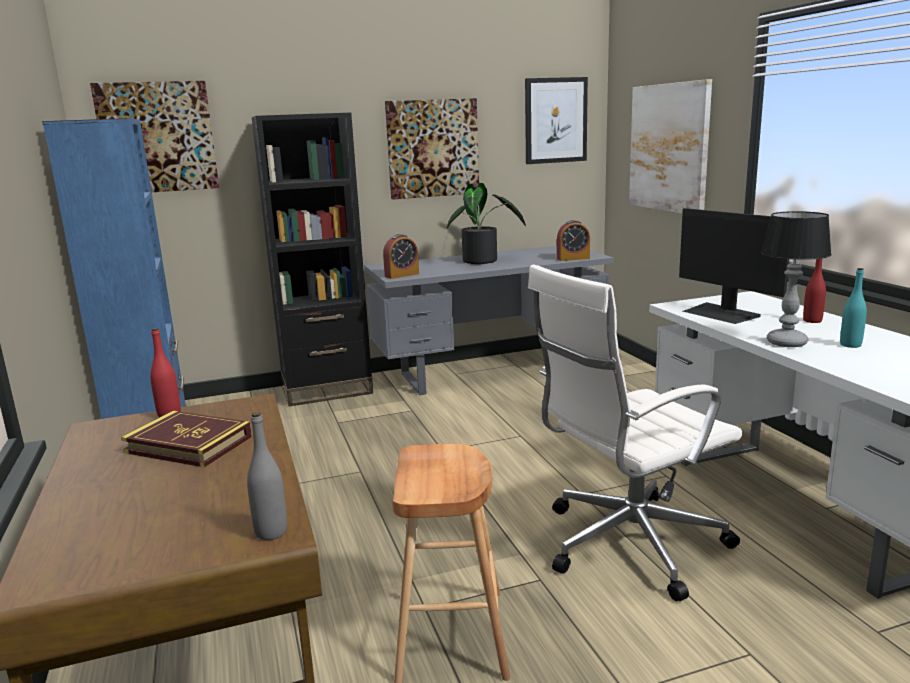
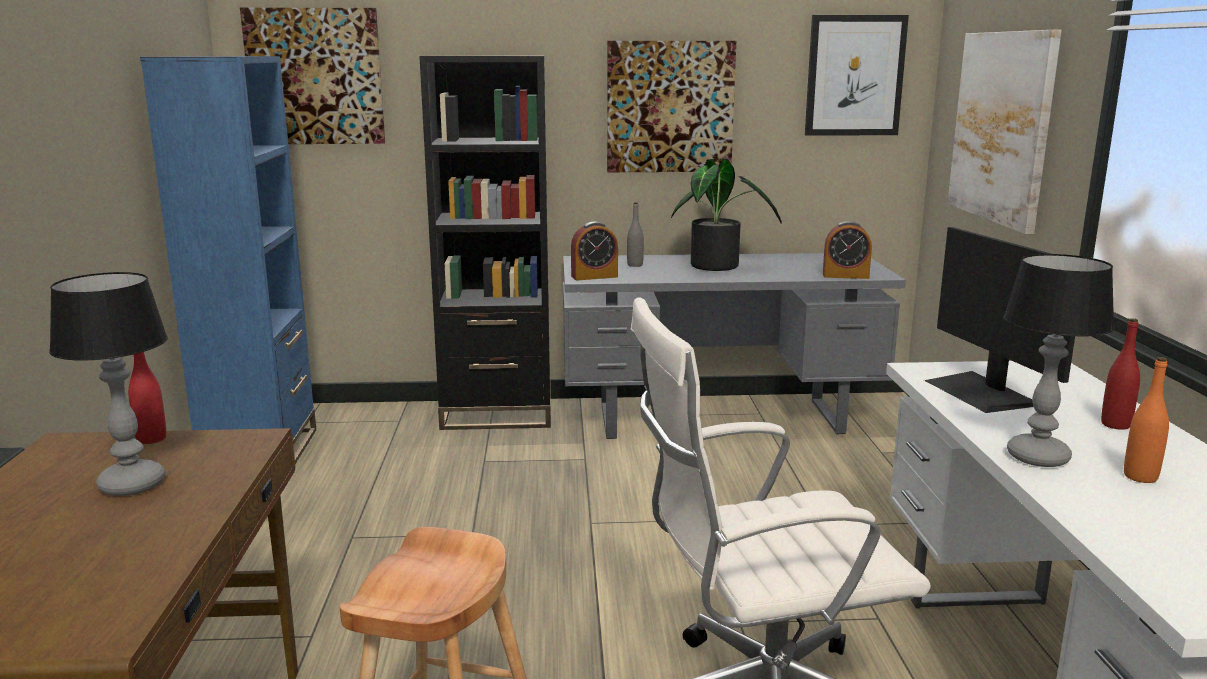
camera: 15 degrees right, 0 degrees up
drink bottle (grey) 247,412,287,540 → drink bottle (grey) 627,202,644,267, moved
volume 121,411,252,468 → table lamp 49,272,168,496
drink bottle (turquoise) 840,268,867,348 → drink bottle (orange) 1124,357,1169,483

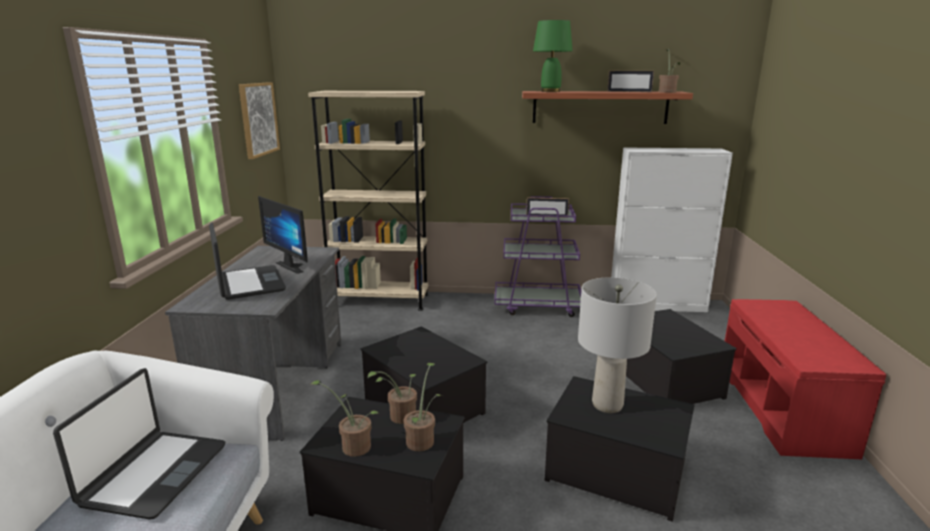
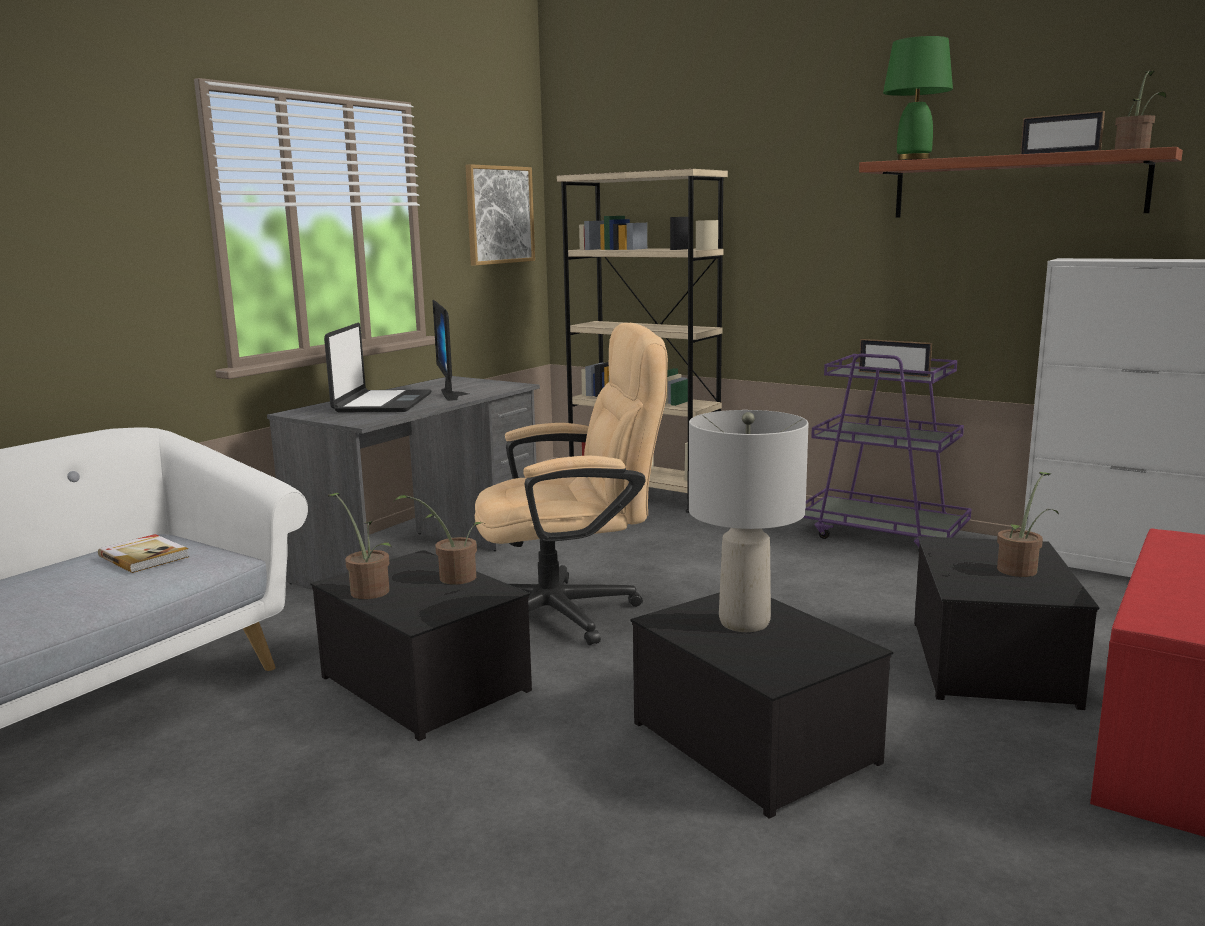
camera: 30 degrees right, 5 degrees down
potted plant 404,363,444,451 → potted plant 997,472,1059,577, moved
laptop 53,368,225,520 → volume 98,534,189,573
storage bin 361,326,487,423 → office chair (sand-coloured) 475,323,668,645

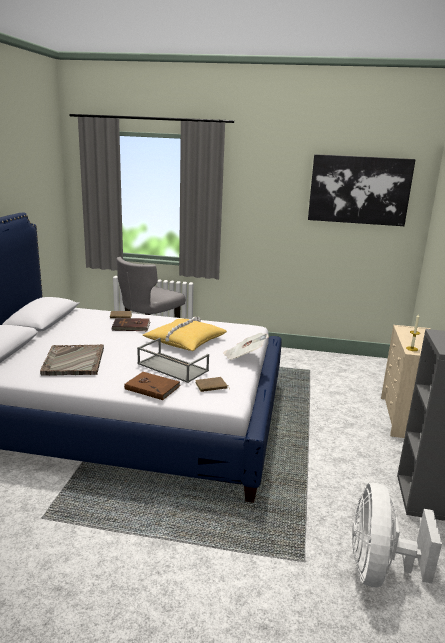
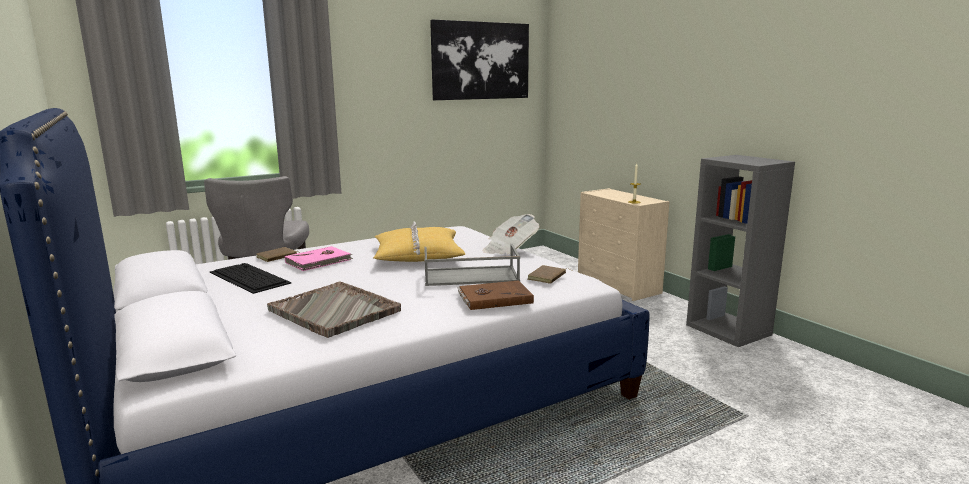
camera: 40 degrees left, 5 degrees down
fan (white-coloured) 352,483,442,587 → -
- → computer keyboard 210,263,291,294
volume (brown-coloured) 111,318,150,331 → volume (pinkish) 285,246,353,271

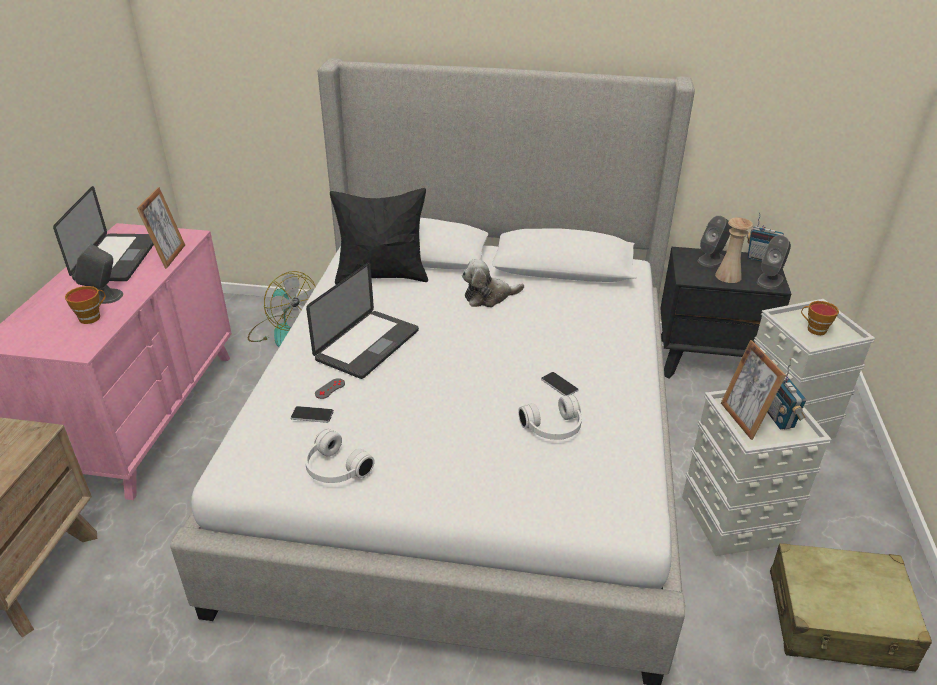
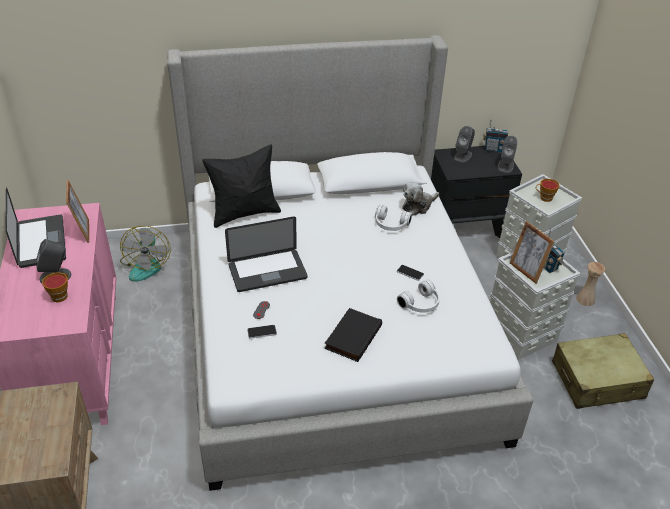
camera: 20 degrees left, 5 degrees up
- → volume (black-coloured) 324,308,382,362
headphones (white-coloured) 305,428,374,483 → headphones (white-coloured) 375,205,412,231, moved
soft toy 462,259,524,307 → soft toy 402,182,439,216, moved
flower vase (sand-coloured) 715,218,753,283 → flower vase (sand-coloured) 576,262,605,306, moved
fan 248,271,316,347 → fan 120,226,171,281, 60 degrees clockwise
laptop 306,262,419,379 → laptop 225,217,308,292, 60 degrees clockwise

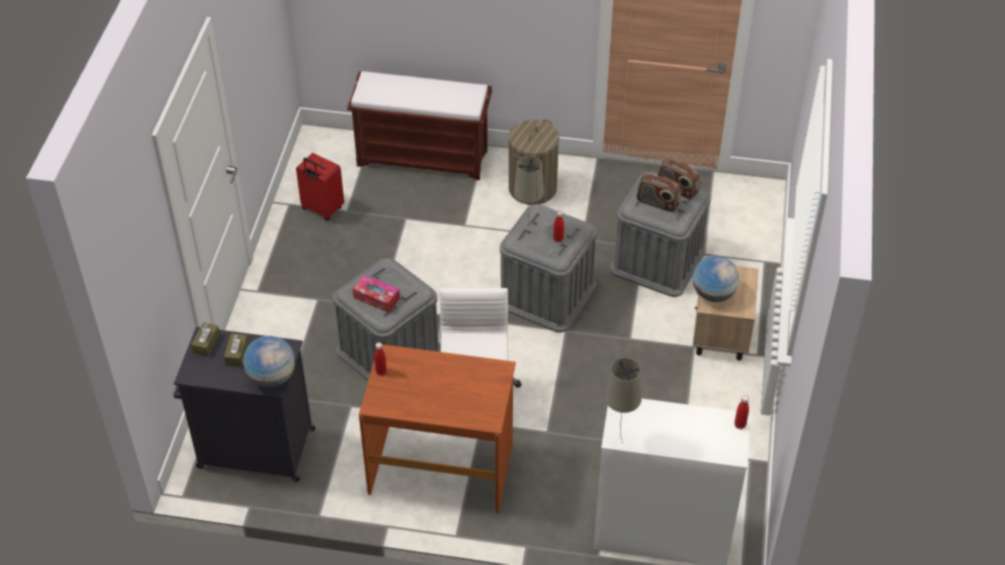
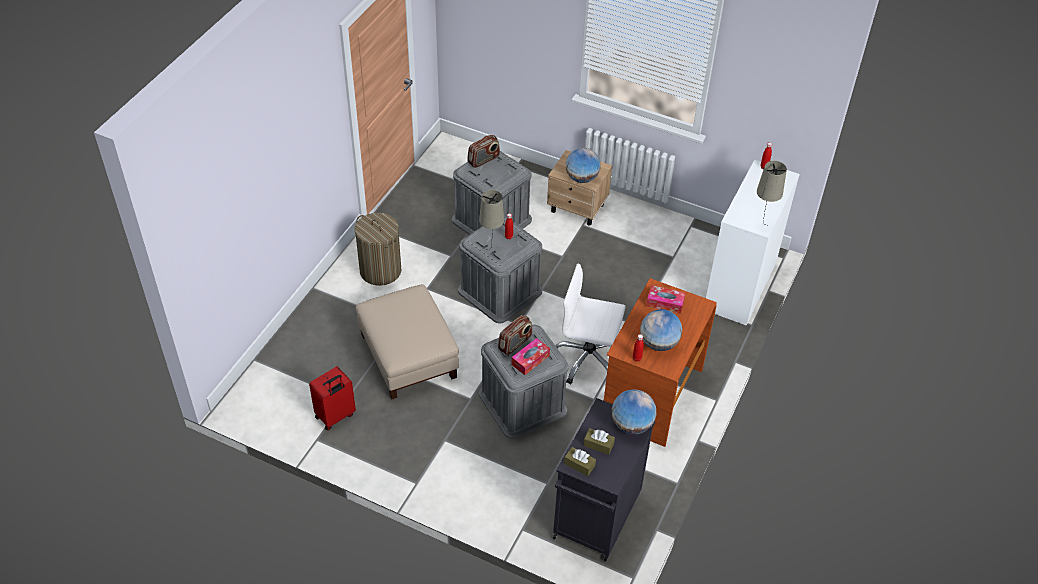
camera: 75 degrees left, 0 degrees up
bench (brown-coloured) 347,71,492,180 → -
- → pouffe (sand-coloured) 356,284,459,399
- → desk globe 640,309,682,351
- → tissue box 646,285,685,314
radio 637,173,681,212 → radio 498,315,533,356, moved

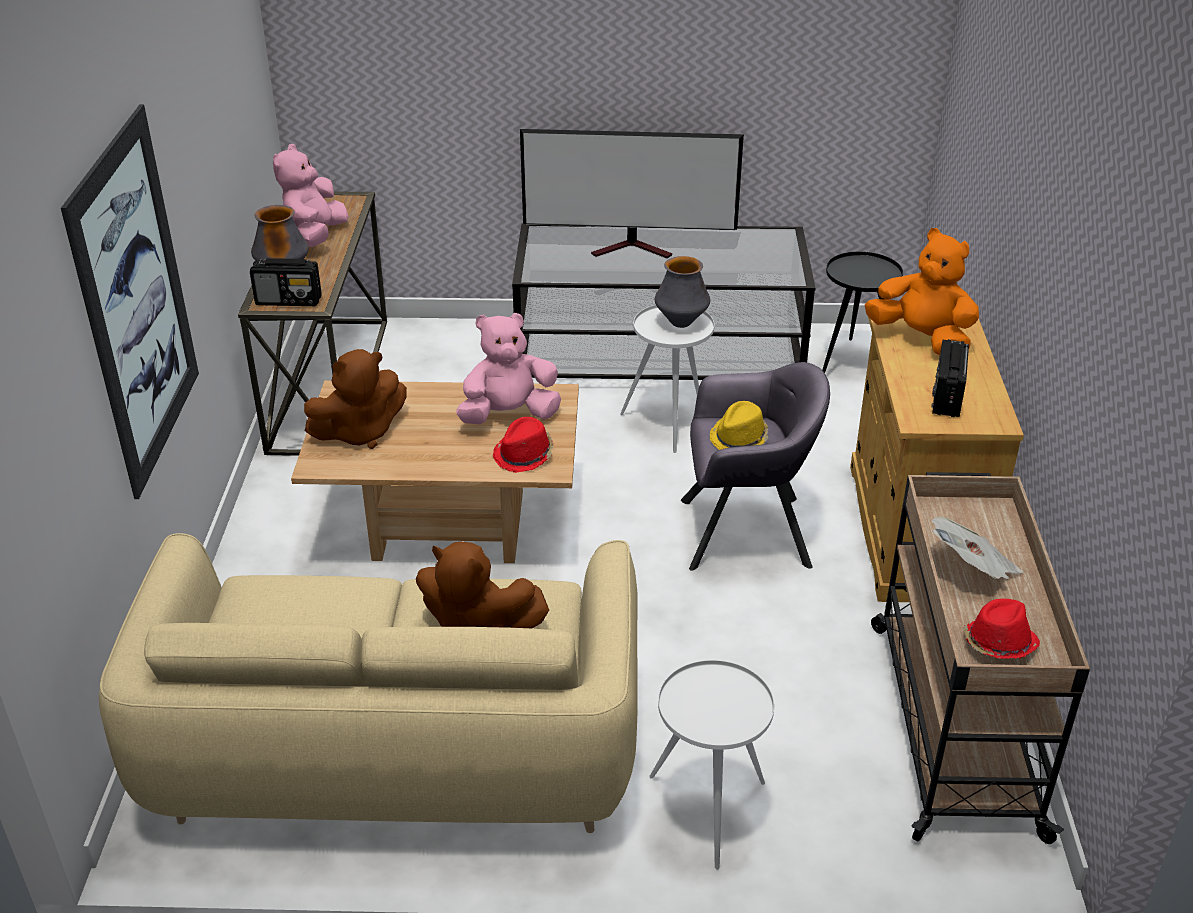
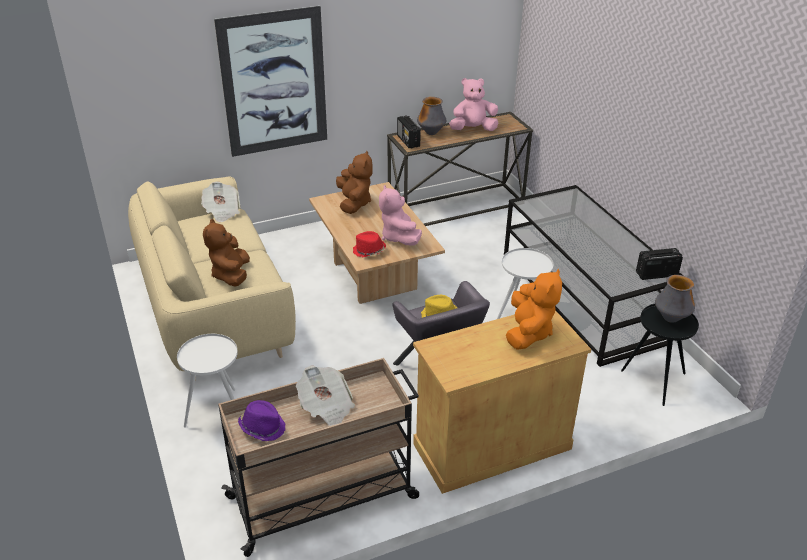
camera: 65 degrees right, 0 degrees up
television 520,129,744,258 → -
- → newspaper 201,182,240,222
flower vase 655,256,710,328 → flower vase 655,275,695,323, moved
radio 931,339,969,417 → radio 636,248,683,280, moved
hat (red) 963,599,1040,659 → hat (purple) 238,400,285,441
soft toy (brown-coloured) 304,349,407,449 → soft toy (brown-coloured) 336,150,373,214, 135 degrees counterclockwise
soft toy (pinkish) 456,313,561,424 → soft toy (pinkish) 379,185,422,246, 150 degrees counterclockwise

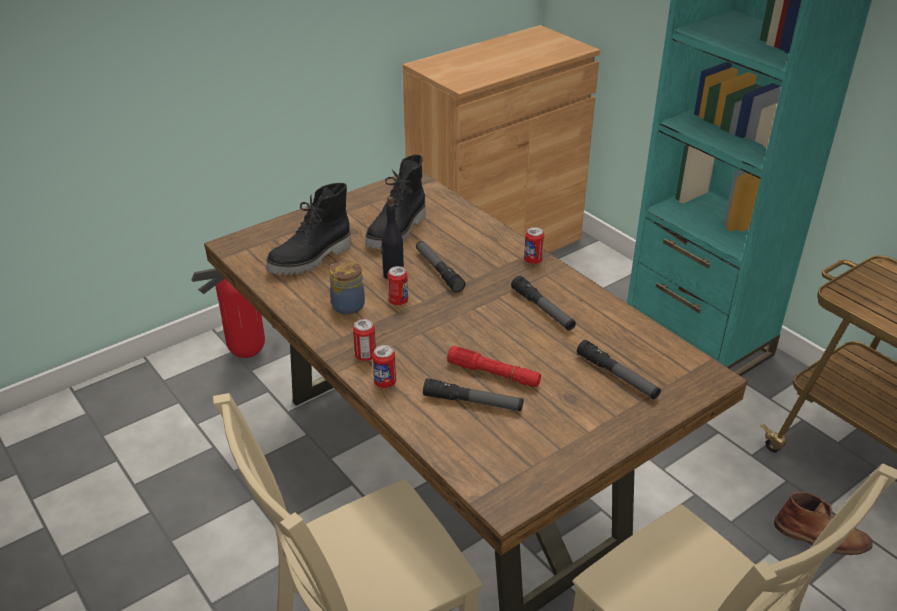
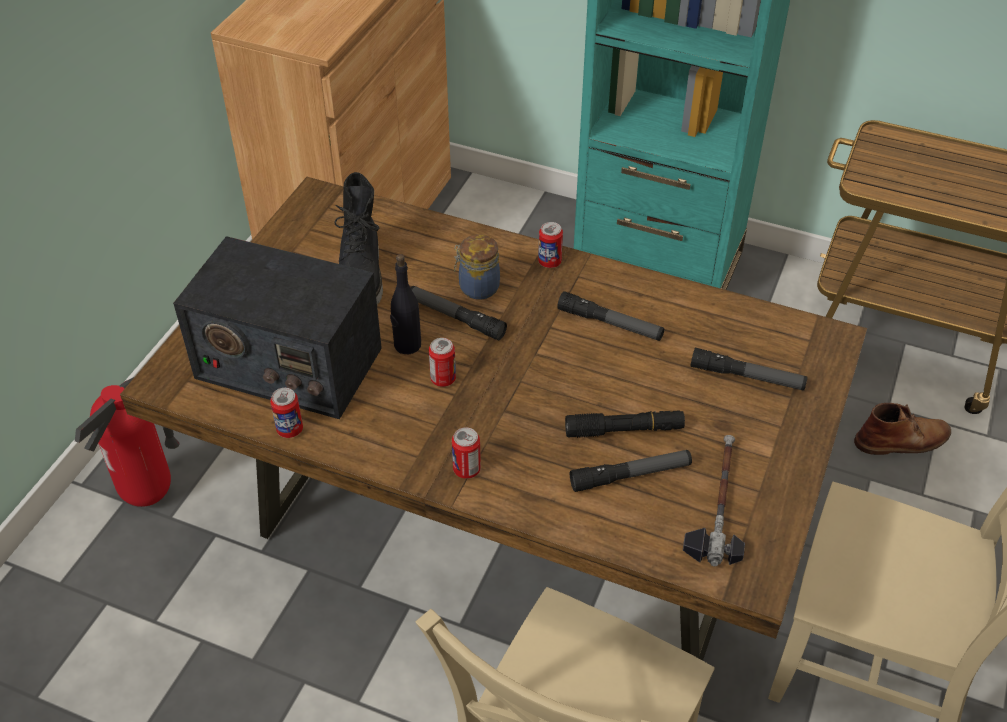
camera: 30 degrees left, 10 degrees up
- → hammer 683,435,745,566
jar 329,261,365,315 → jar 454,235,500,300, moved
sealed can 373,345,396,388 → sealed can 270,388,303,438, moved
boot (black-coloured) 266,183,352,275 → radio 173,236,382,419
torch (red) 447,346,541,387 → torch (black-coloured) 565,410,685,438

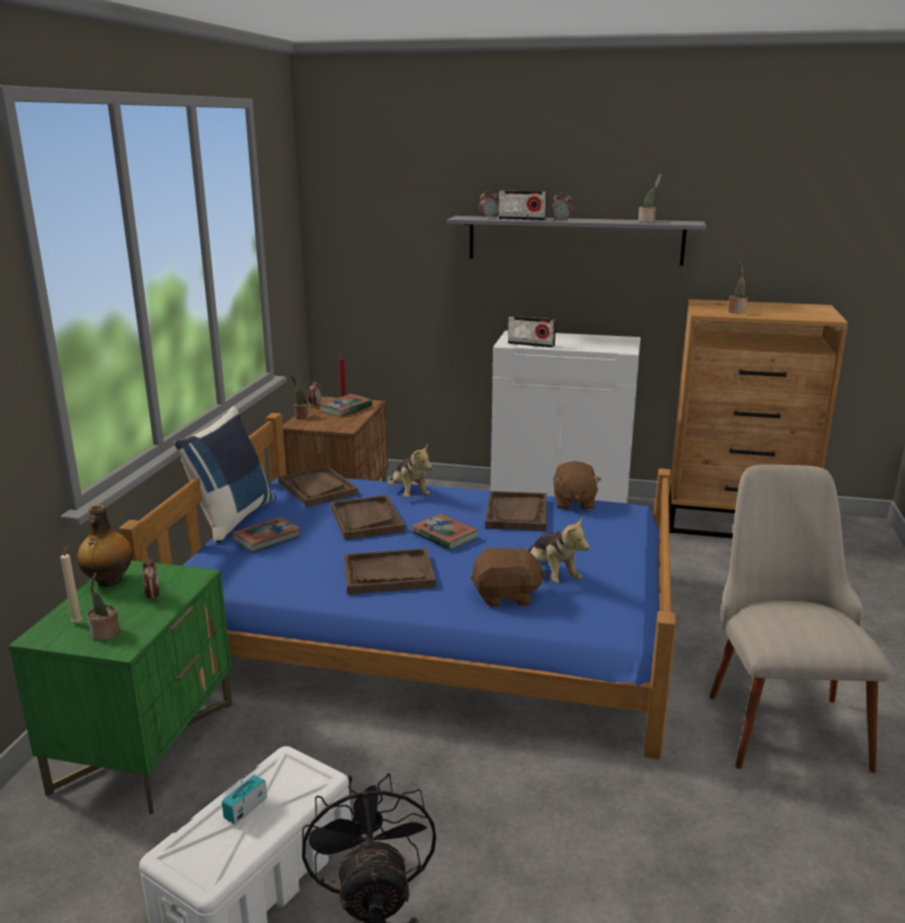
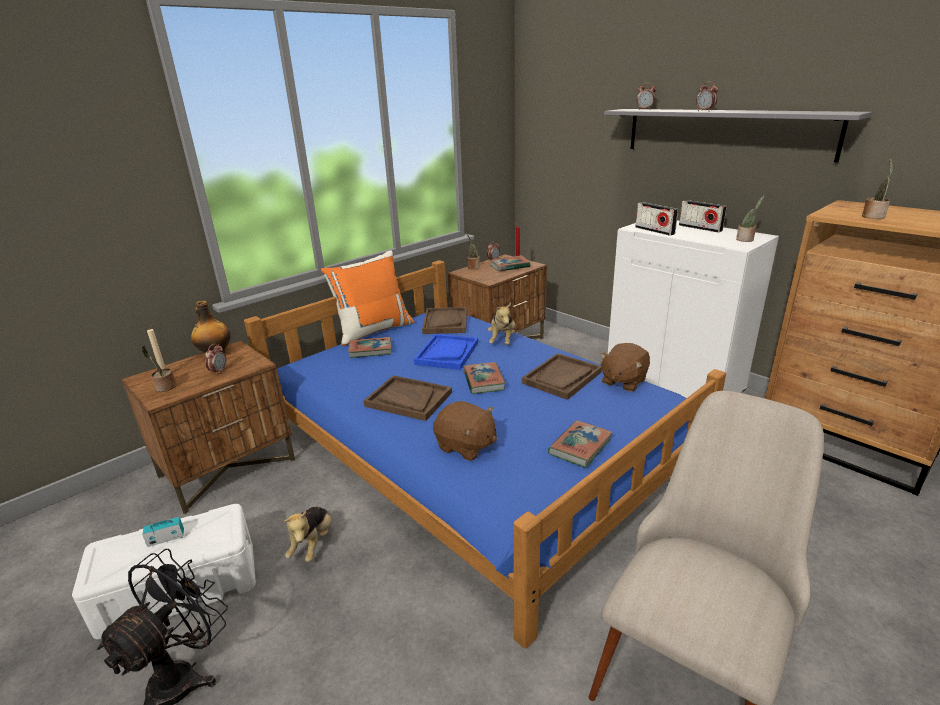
camera: 35 degrees right, 5 degrees up
- → volume 548,420,613,468
radio 499,191,547,221 → radio 679,200,727,232, moved
soft toy 527,518,590,583 → soft toy 284,507,331,562, moved
potted plant 638,173,662,223 → potted plant 736,195,764,242, moved
nightstand (greenish) 8,560,232,815 → nightstand (brown-coloured) 121,340,295,514
cushion (bluish) 174,406,276,544 → cushion (orange) 321,250,414,346
tray (brown-coloured) 331,495,405,540 → tray (bluish) 414,334,478,370

